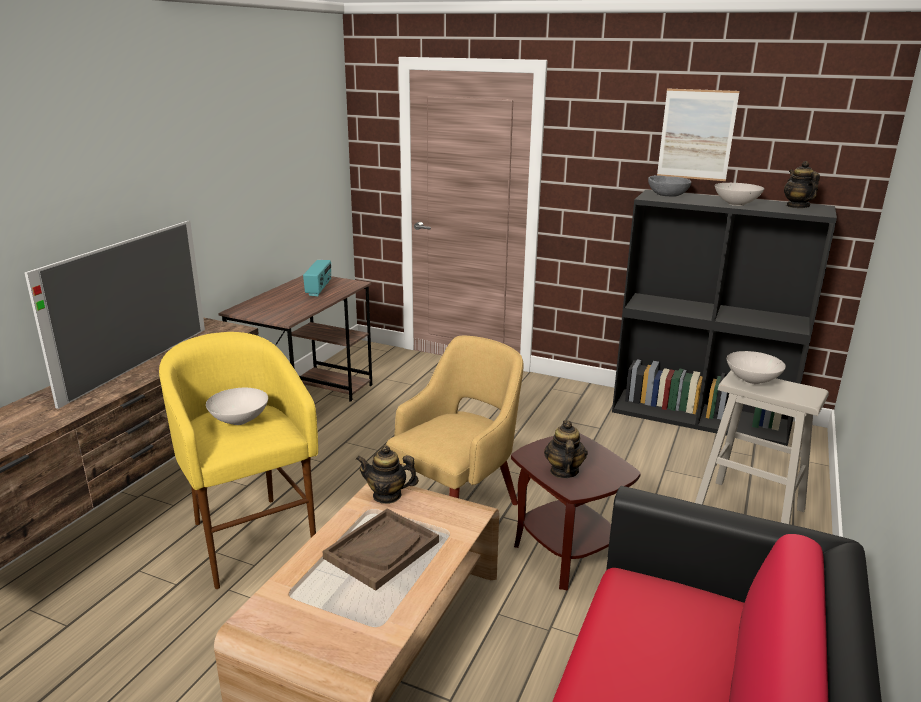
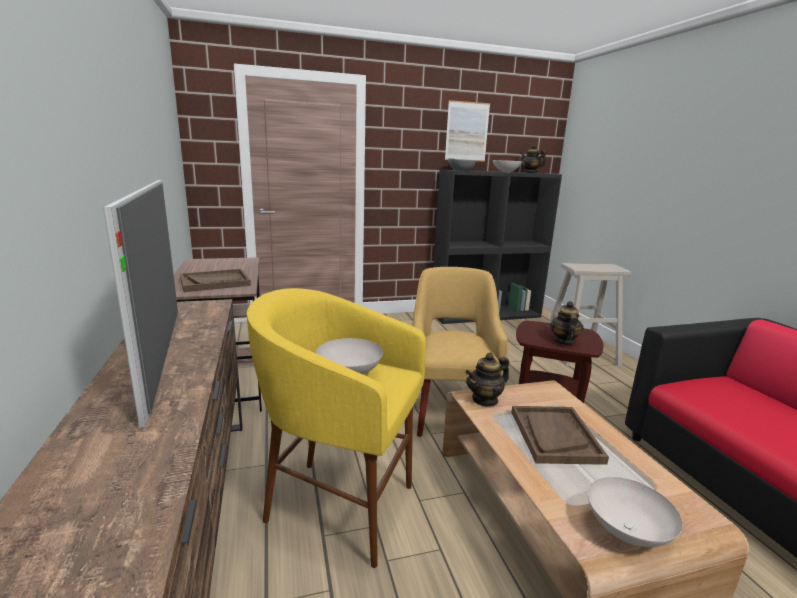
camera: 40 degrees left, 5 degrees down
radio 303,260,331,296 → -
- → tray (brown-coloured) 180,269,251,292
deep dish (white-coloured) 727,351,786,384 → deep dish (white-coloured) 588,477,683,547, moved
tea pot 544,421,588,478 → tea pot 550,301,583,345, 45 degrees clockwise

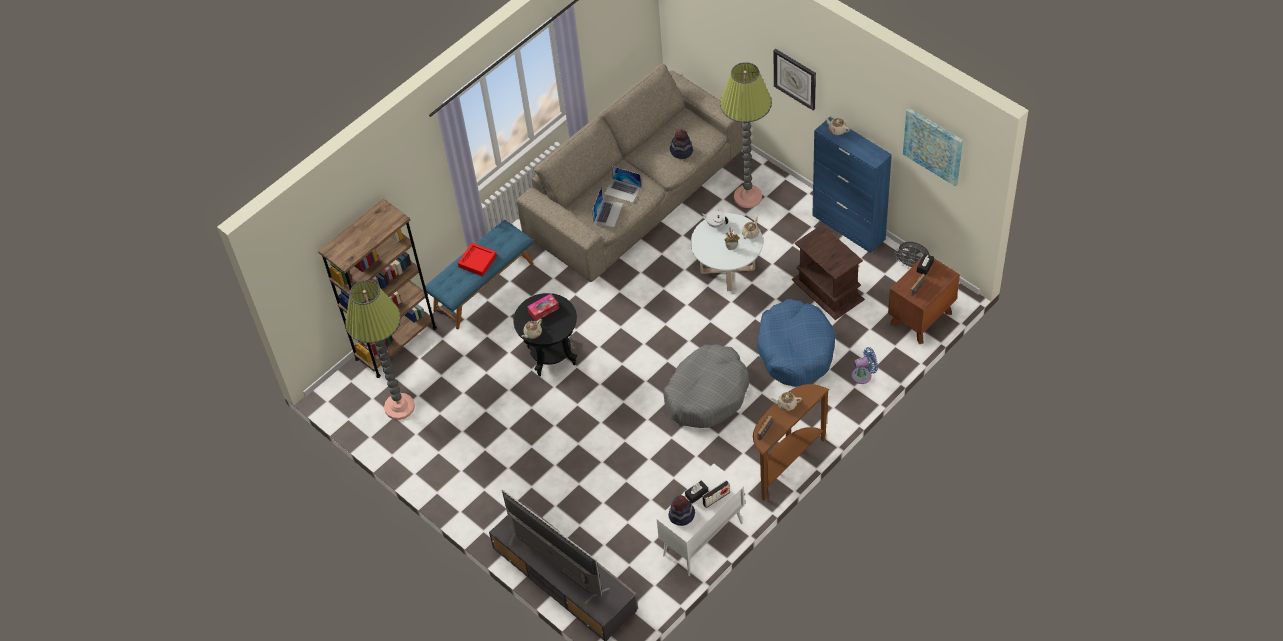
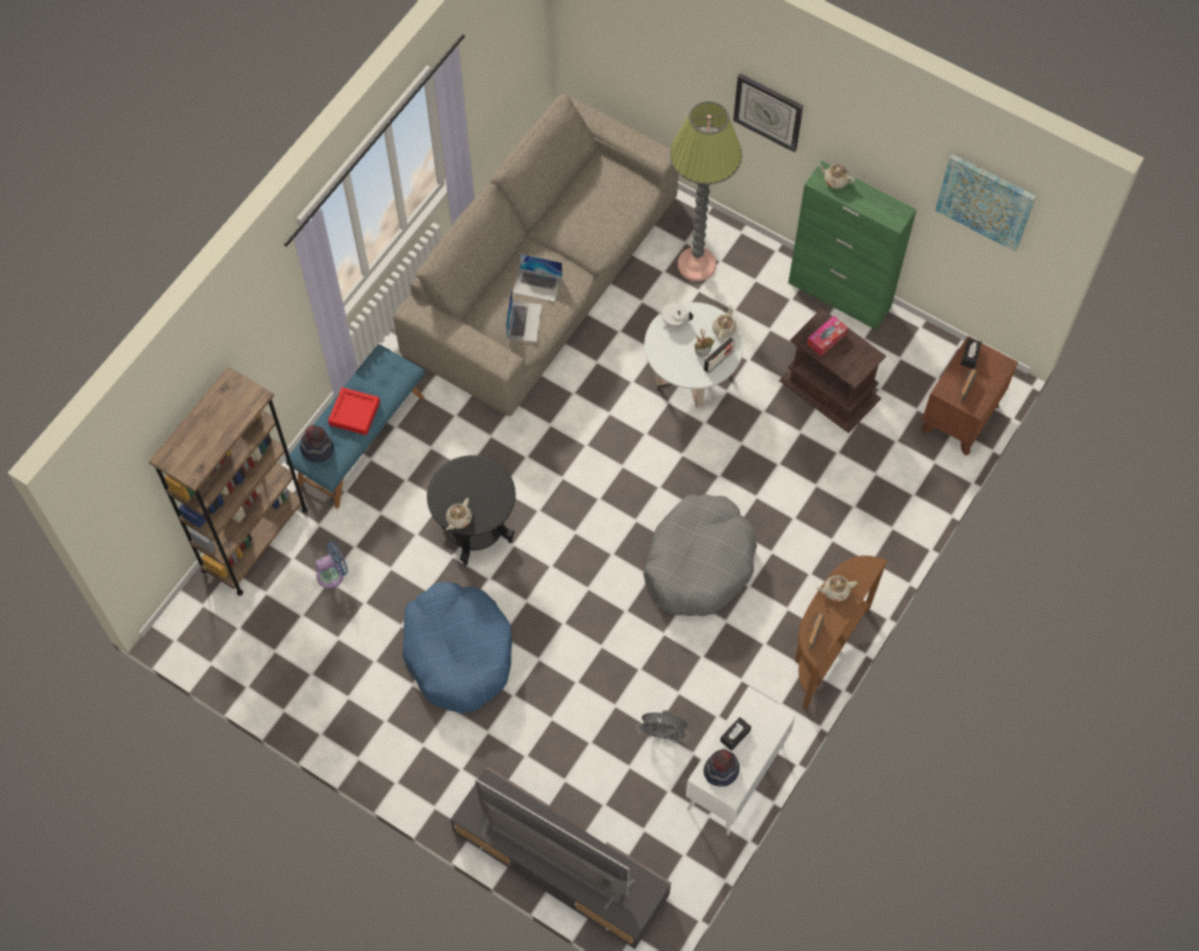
camera: 15 degrees left, 10 degrees up
standing lamp 345,280,415,420 → -
tissue box 527,294,559,321 → tissue box 807,316,848,356, moved
hat 670,130,693,159 → hat 300,425,334,463, moved
radio 702,480,730,508 → radio 703,337,735,374, moved
dog bed (bluish) 756,299,836,387 → dog bed (bluish) 403,582,512,714, moved
fan (bluish) 851,347,878,384 → fan (bluish) 315,541,348,589, moved
fan (grey) 894,242,929,268 → fan (grey) 636,710,689,743, moved
cupboard (bluish) 812,117,892,253 → cupboard (greenish) 788,161,917,330

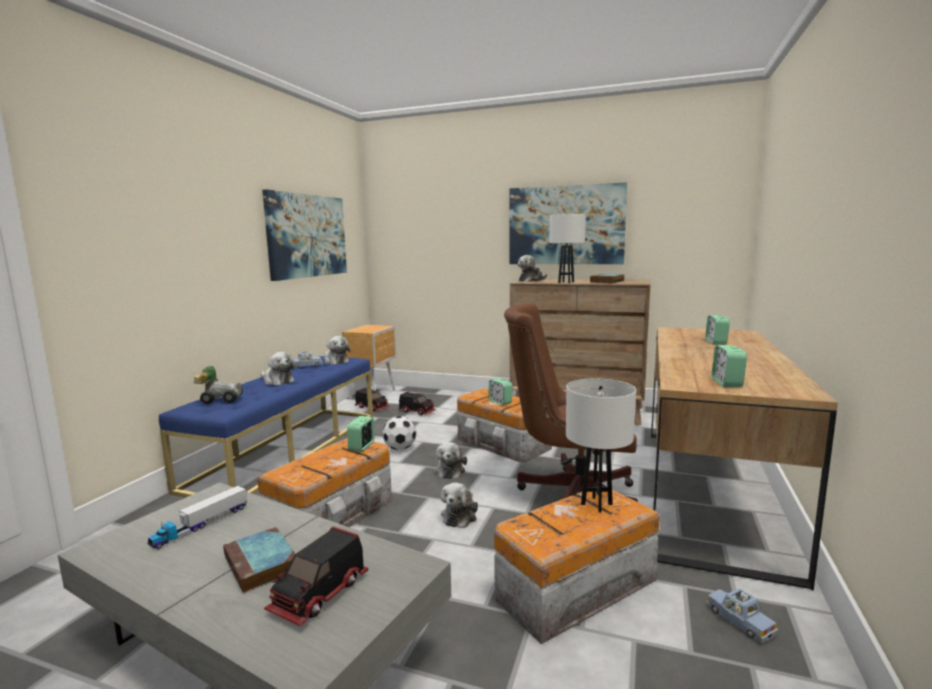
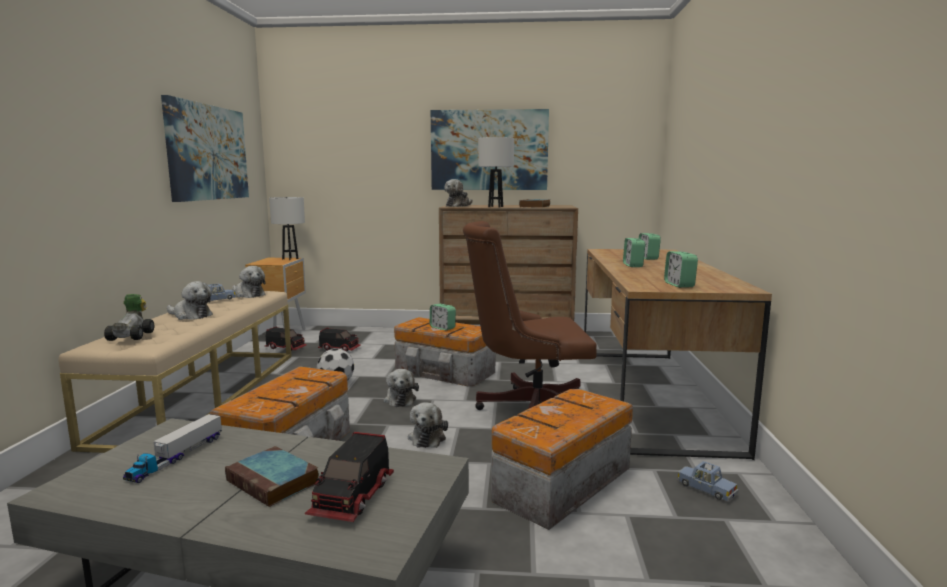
camera: 15 degrees left, 0 degrees up
alarm clock 347,416,374,452 → alarm clock 623,238,645,267, moved
table lamp (white-coloured) 566,378,636,512 → table lamp (white-coloured) 269,197,305,260, moved
bench (bluish) 159,356,373,498 → bench (sand-coloured) 59,291,292,453
miniature car 193,366,243,404 → miniature car 104,294,154,341, 105 degrees clockwise

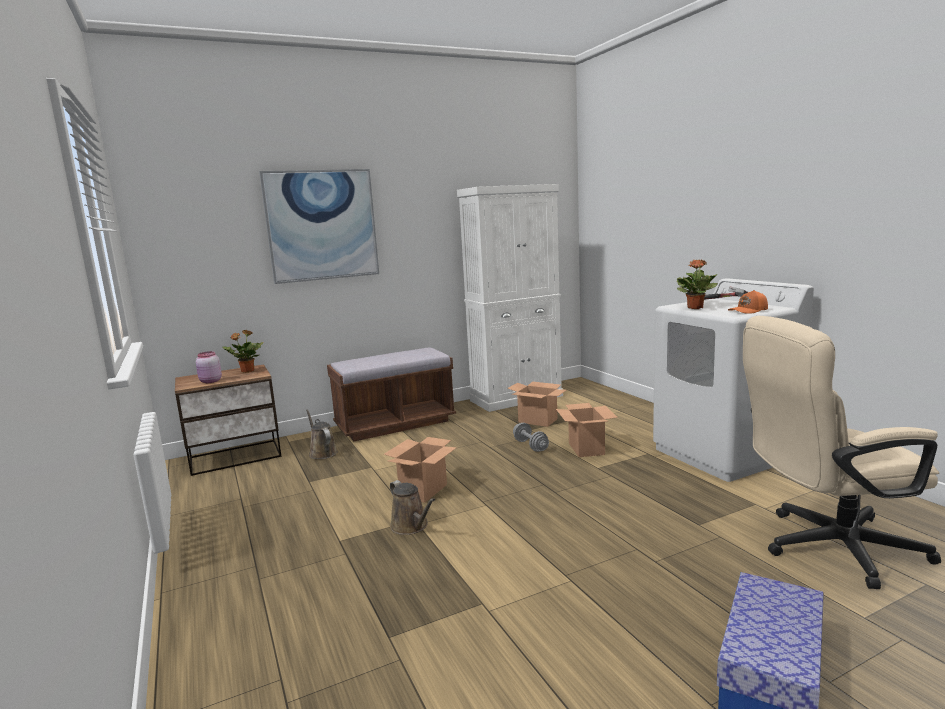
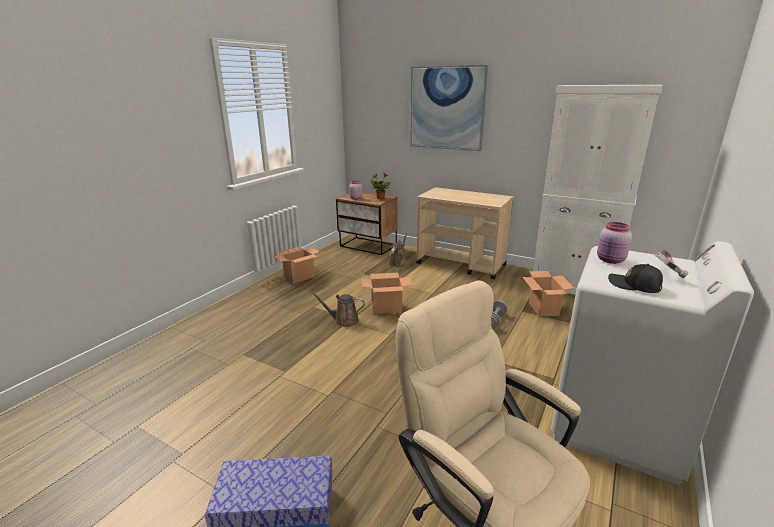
camera: 55 degrees right, 10 degrees up
packing box 556,403,618,457 → packing box 274,246,320,284, moved
bench (brown-coloured) 327,347,456,441 → cart (sand-coloured) 416,187,514,280
potted plant 677,259,718,309 → jar (pinkish) 597,222,632,264
peaked cap (orange) 728,290,768,314 → peaked cap (black-coloured) 608,264,663,293
sprinkling can (brown-coloured) 390,480,435,535 → sprinkling can (brown-coloured) 311,292,365,327, 75 degrees clockwise

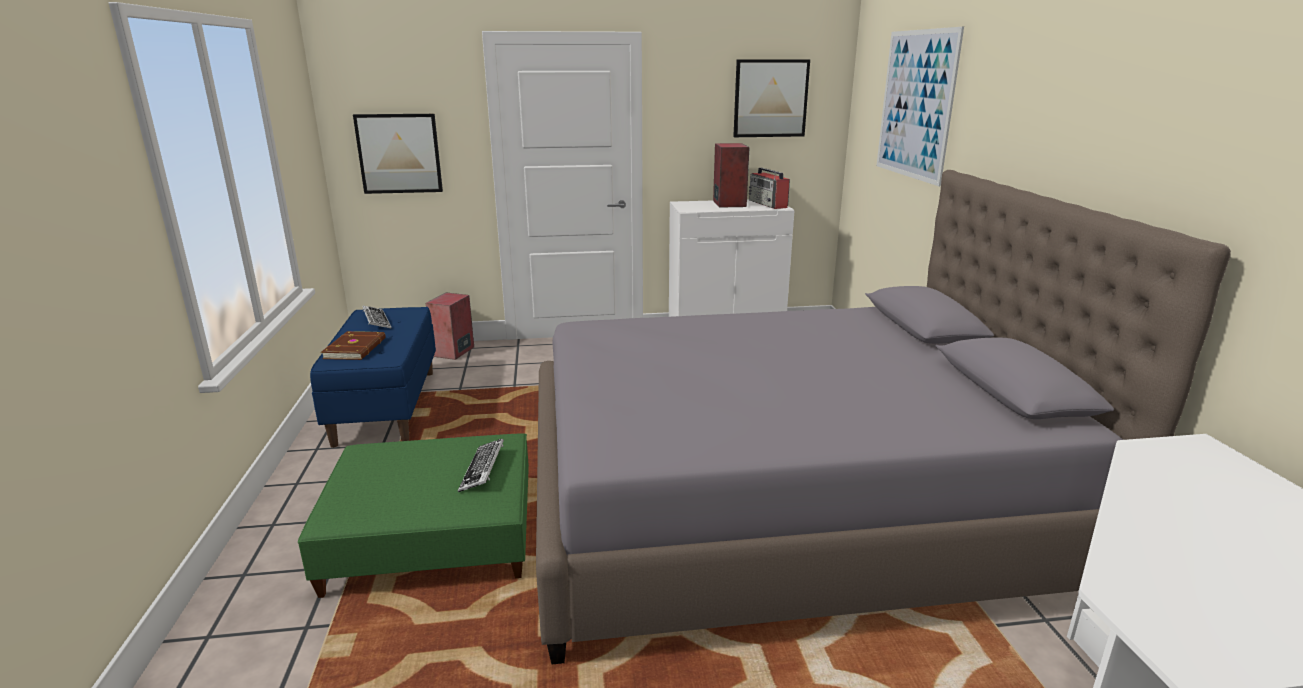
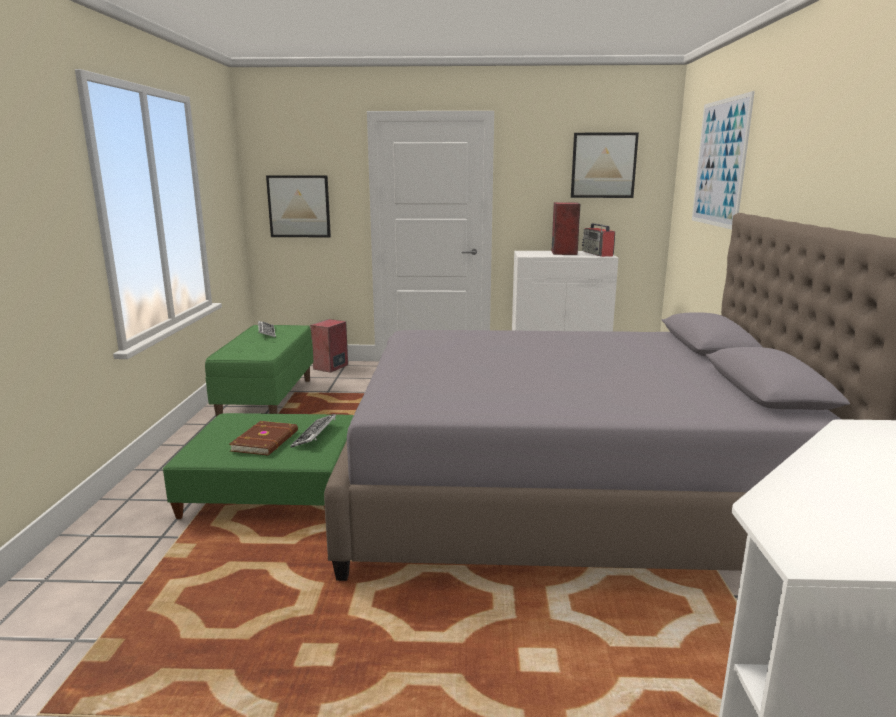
camera: 10 degrees right, 5 degrees down
volume (brown-coloured) 321,331,386,360 → volume (brown-coloured) 229,421,298,455, moved
bench (bluish) 310,307,436,448 → bench (greenish) 205,325,313,417

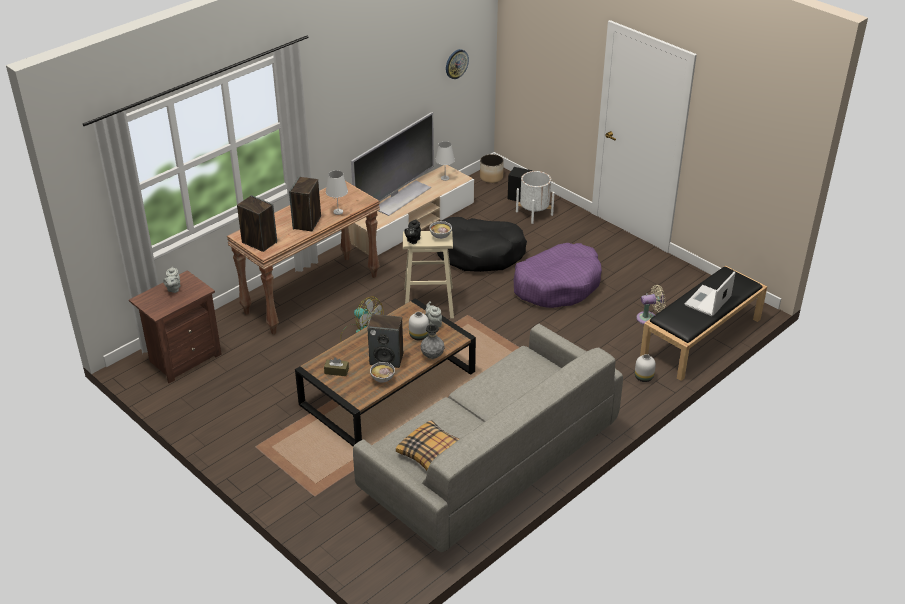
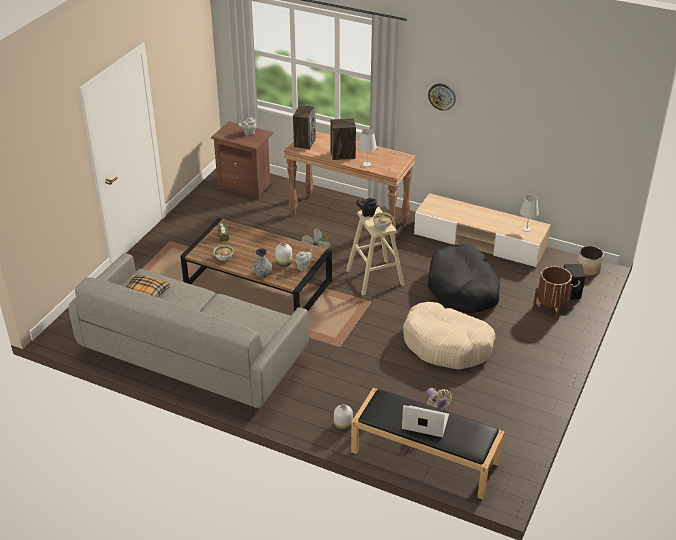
camera: 70 degrees right, 0 degrees up
television 351,112,434,216 → -
audio speaker 367,314,403,368 → -
clock on the wall 446,49,469,79 → clock on the wall 428,83,456,111, moved
dog bed (purple) 514,243,602,308 → dog bed (sand-coloured) 403,302,496,370
planter (white-coloured) 516,171,555,224 → planter (brown-coloured) 533,266,573,320

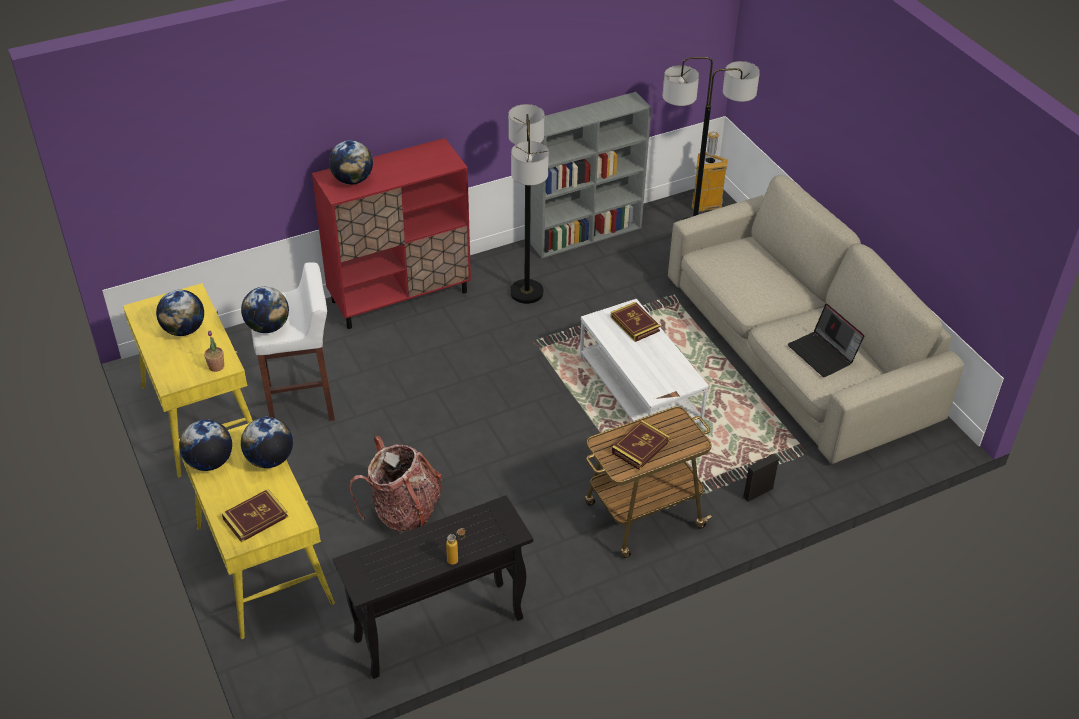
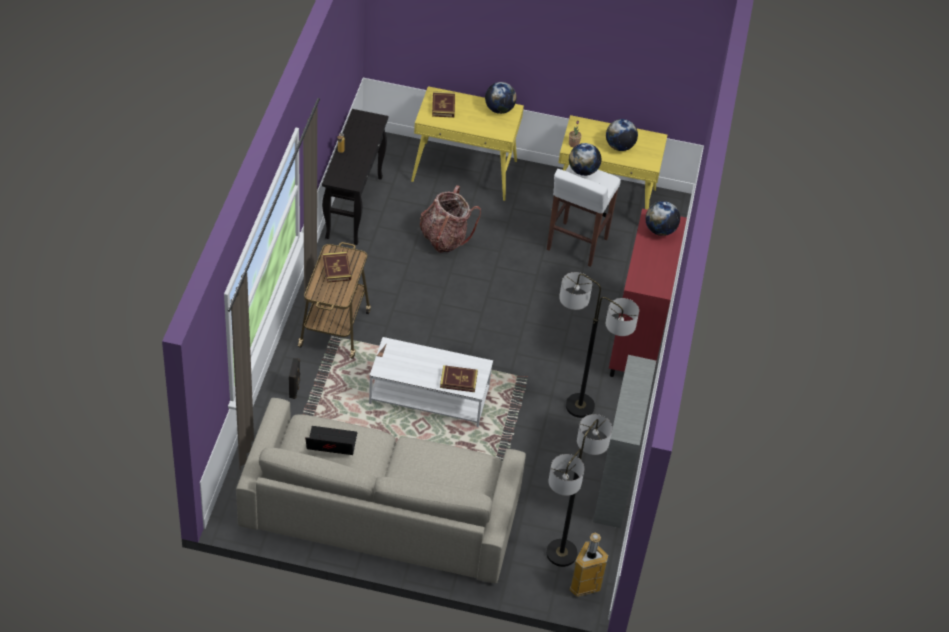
camera: 125 degrees right, 5 degrees up
desk globe 241,417,293,468 → -

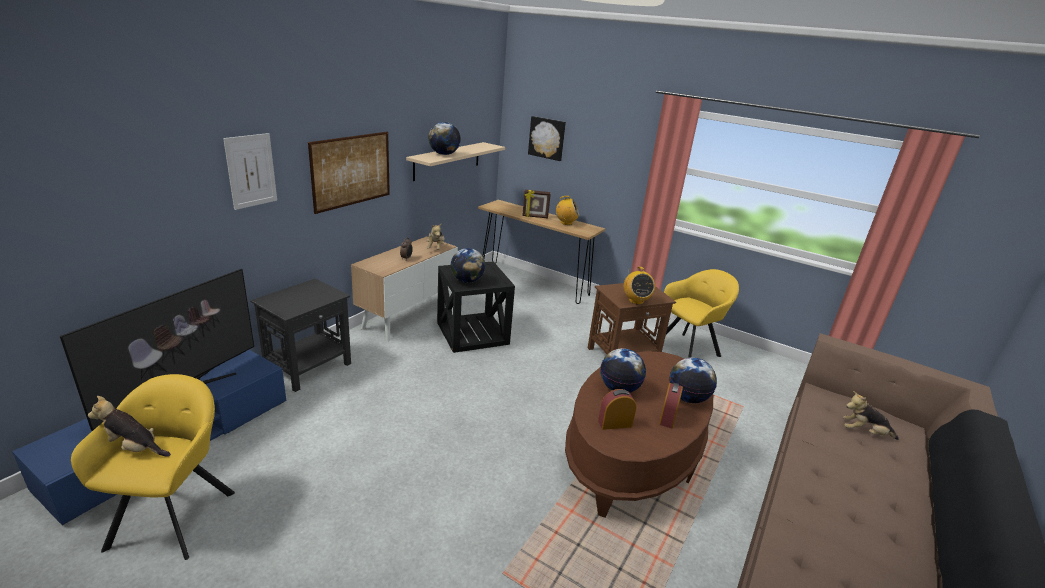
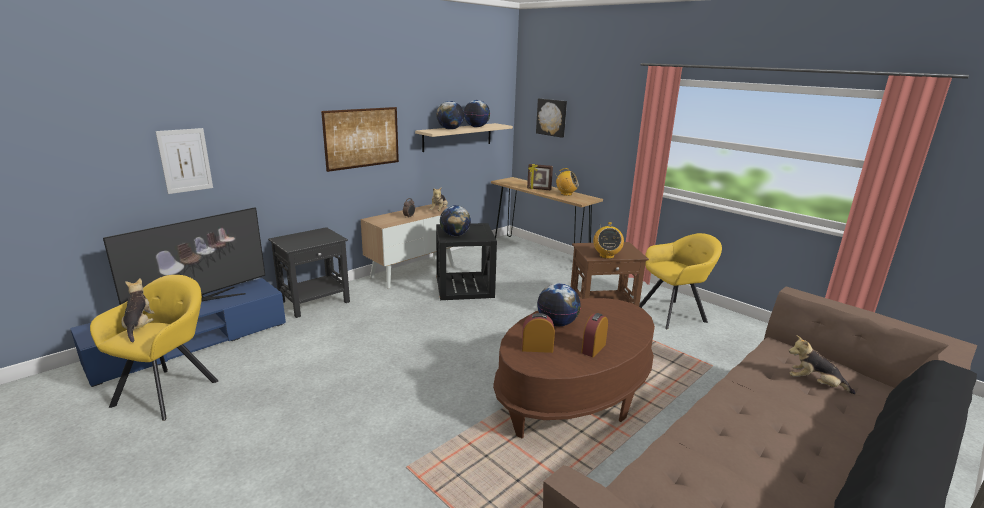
camera: 15 degrees right, 5 degrees down
wall art 223,133,277,210 → wall art 155,128,213,194, moved
desk globe 669,357,717,403 → desk globe 464,100,490,127, moved
soft toy 88,396,171,457 → soft toy 121,278,154,342, 45 degrees clockwise

